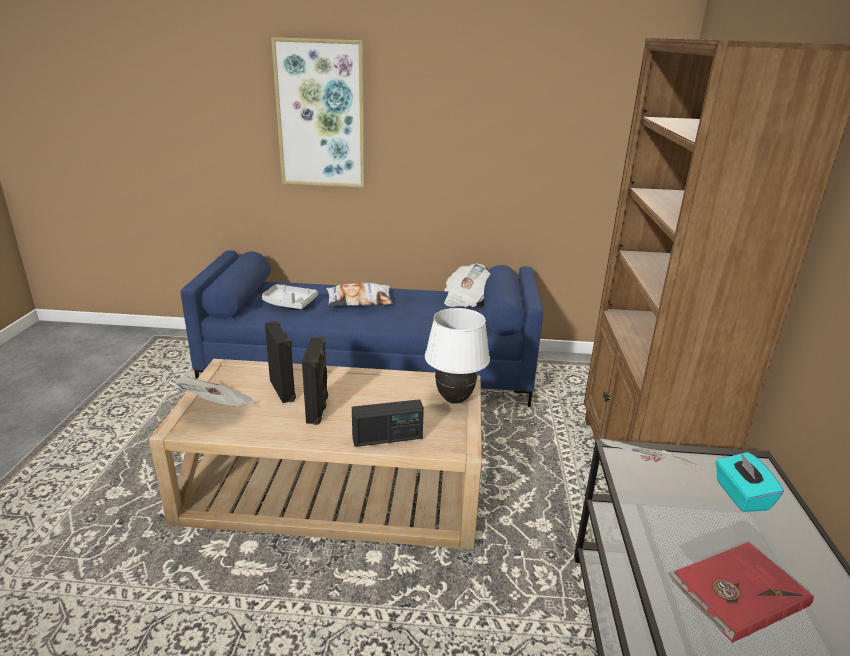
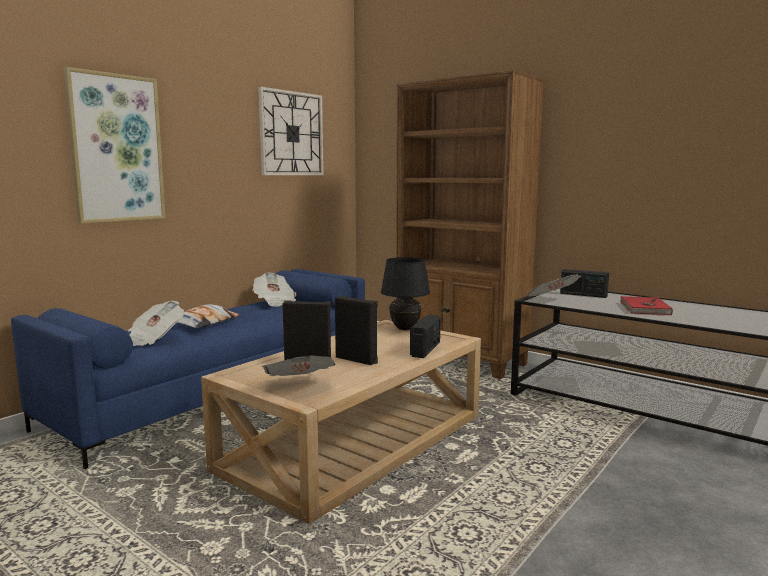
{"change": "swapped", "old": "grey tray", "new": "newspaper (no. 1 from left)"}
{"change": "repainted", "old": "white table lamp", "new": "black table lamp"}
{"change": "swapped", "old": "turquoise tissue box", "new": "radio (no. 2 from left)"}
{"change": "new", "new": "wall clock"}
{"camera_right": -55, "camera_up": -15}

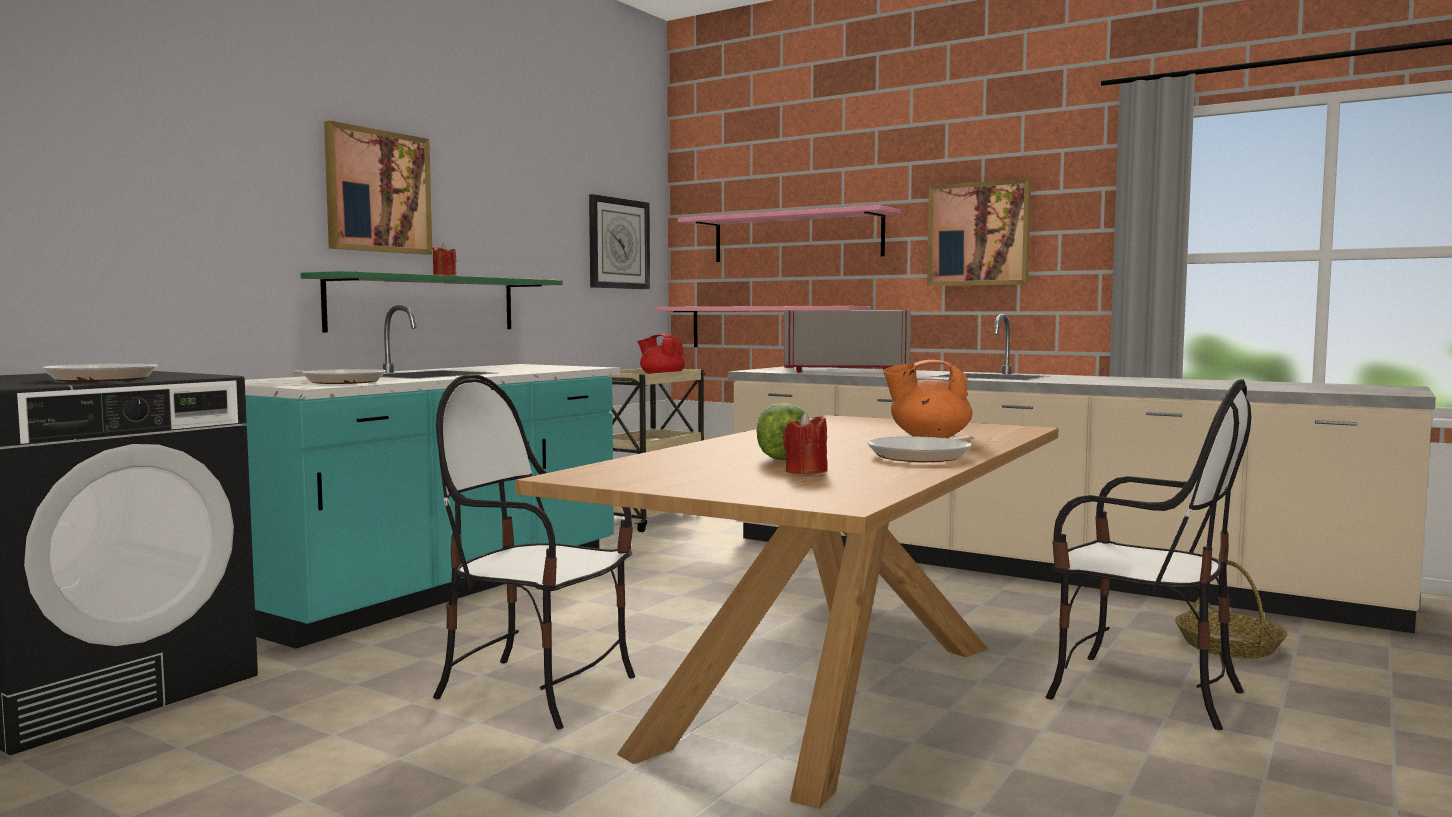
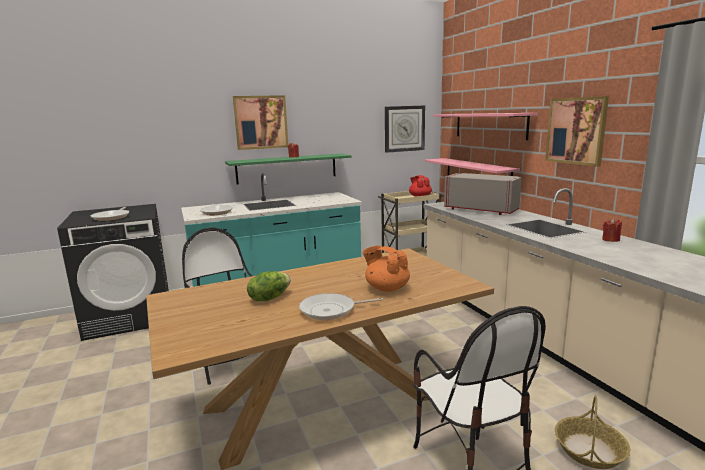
{"change": "shifted", "old": "red candle (no. 2 from left)"}
{"camera_right": 35, "camera_up": 10}

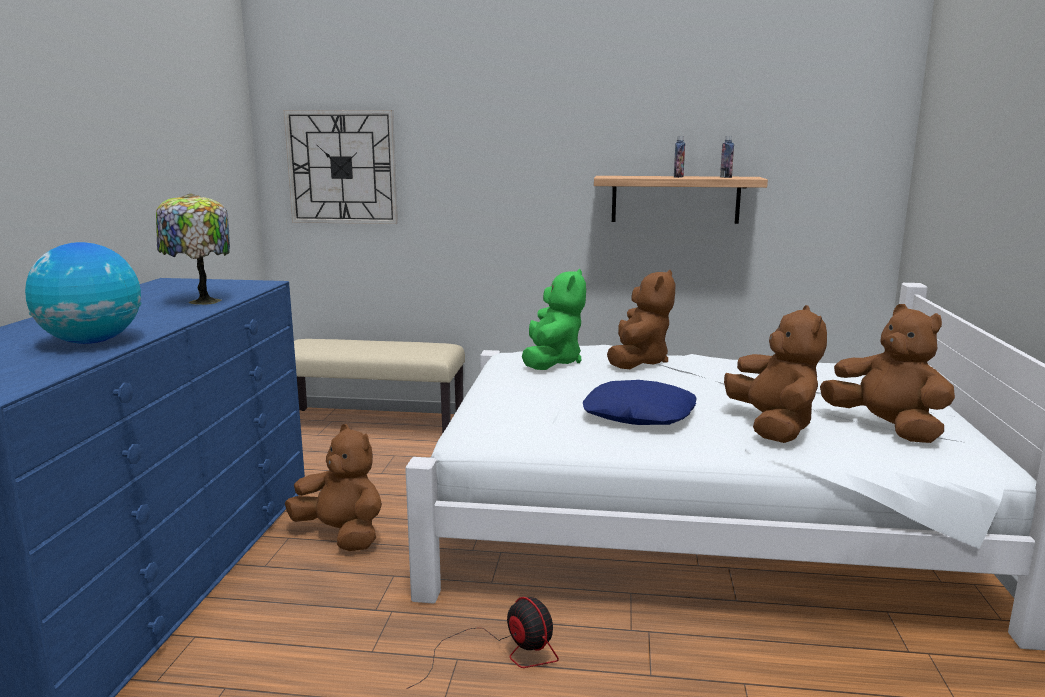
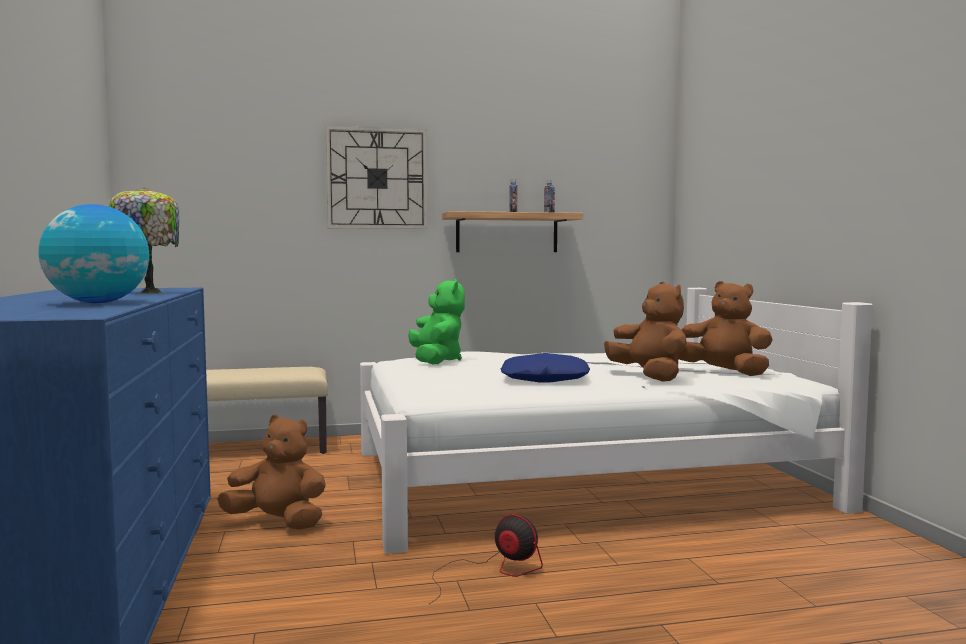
{"change": "shifted", "old": "wall clock"}
{"change": "gone", "old": "brown plush toy (no. 2 from left)"}
{"camera_right": -20, "camera_up": -10}

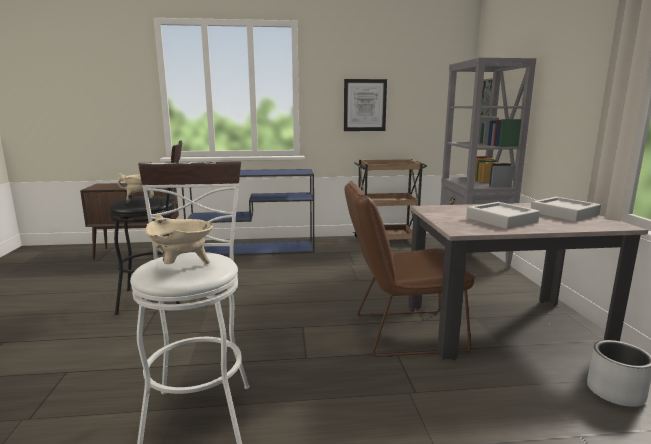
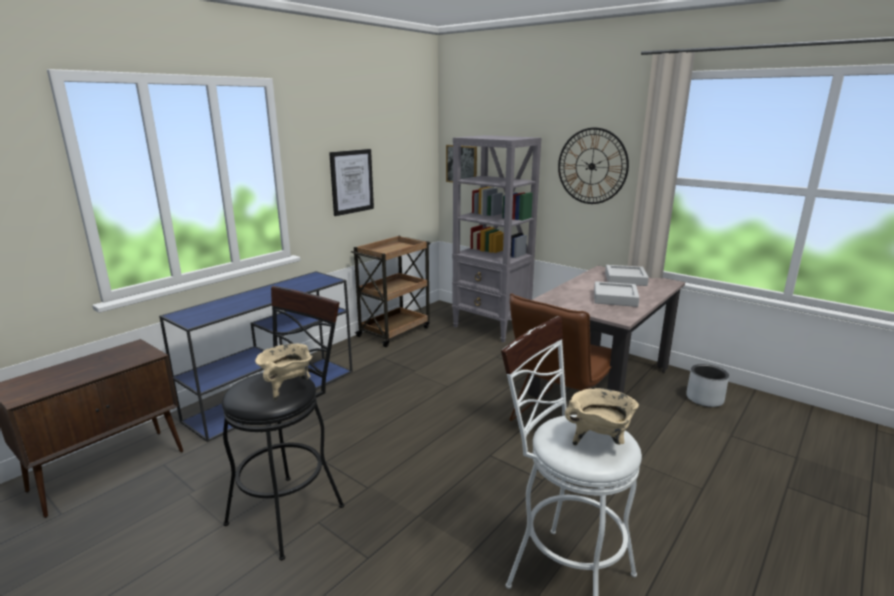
{"change": "new", "new": "wall clock"}
{"camera_right": -45, "camera_up": 5}

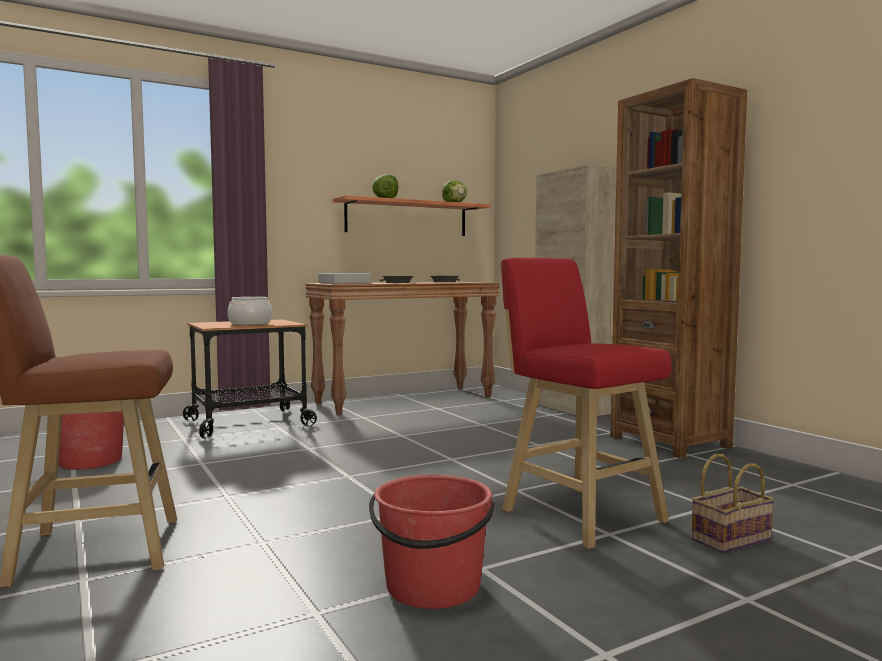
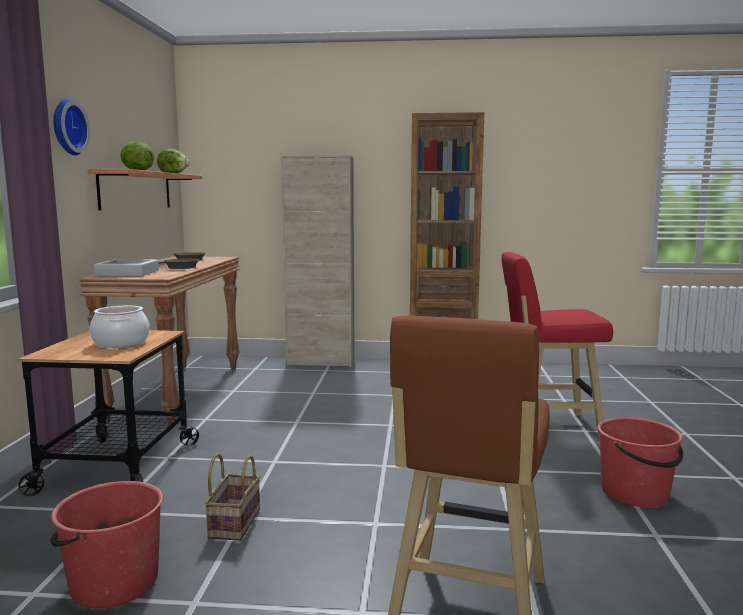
{"change": "shifted", "old": "basket"}
{"change": "new", "new": "wall clock"}
{"camera_right": -55, "camera_up": 5}

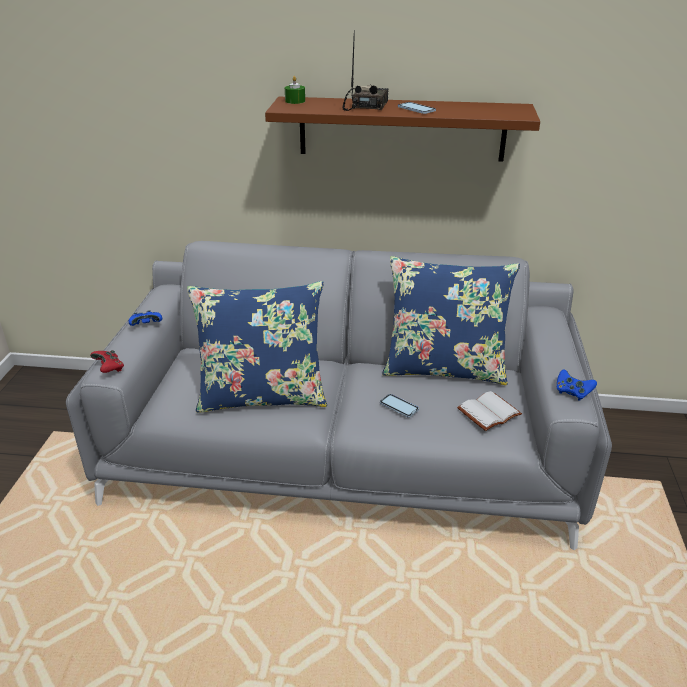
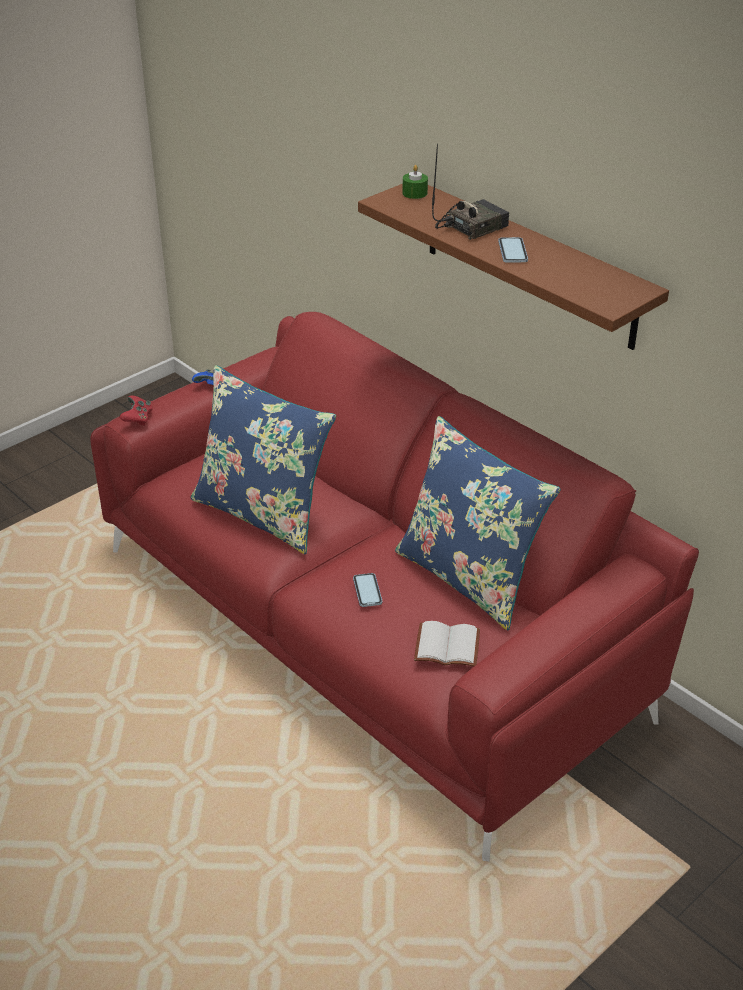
{"change": "repainted", "old": "grey sofa", "new": "red sofa"}
{"change": "gone", "old": "blue game controller (no. 2 from left)"}
{"camera_right": 40, "camera_up": 5}

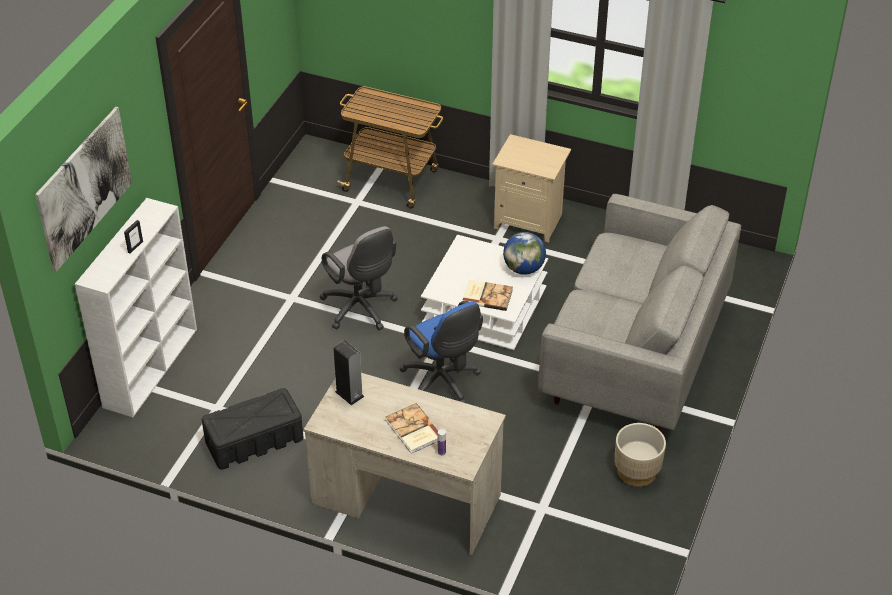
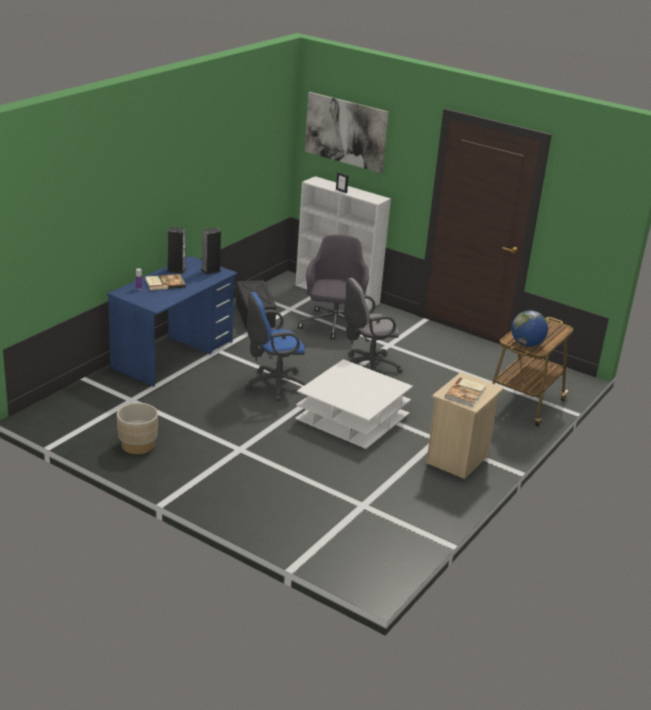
{"change": "repainted", "old": "beige desk", "new": "blue desk"}
{"change": "shifted", "old": "book (no. 2 from left)"}
{"change": "shifted", "old": "globe"}
{"change": "gone", "old": "grey sofa"}
{"change": "new", "new": "speaker (no. 1 from left)"}
{"change": "new", "new": "grey office chair (no. 1 from left)"}
{"camera_right": 100, "camera_up": -15}

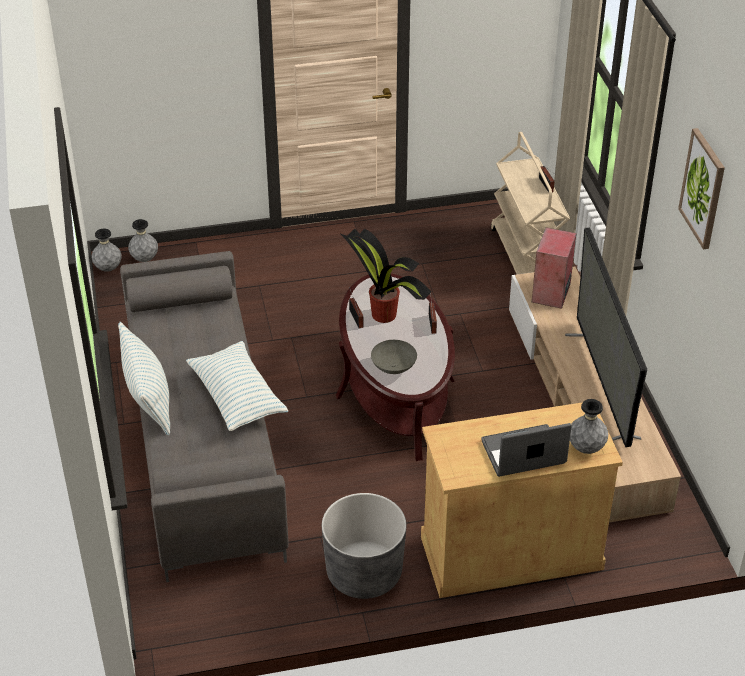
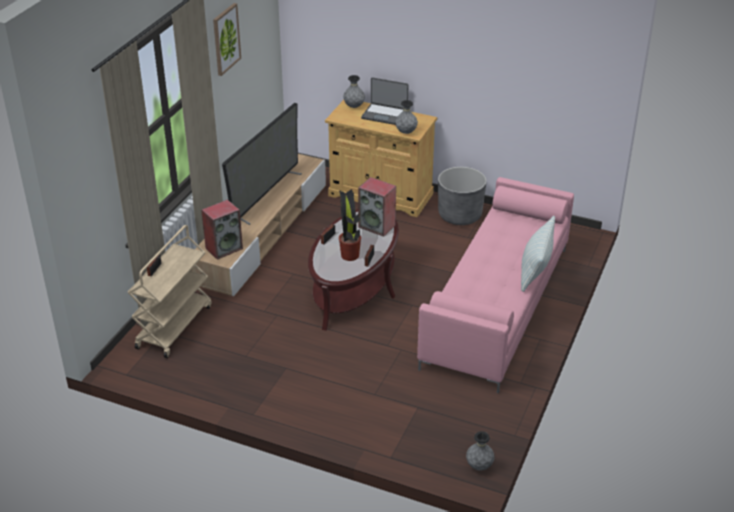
{"change": "repainted", "old": "grey sofa", "new": "pink sofa"}
{"change": "shifted", "old": "grey vase (no. 2 from left)"}
{"change": "gone", "old": "pillow (no. 2 from left)"}
{"change": "swapped", "old": "grey bowl", "new": "speaker (no. 2 from left)"}
{"camera_right": -145, "camera_up": -5}

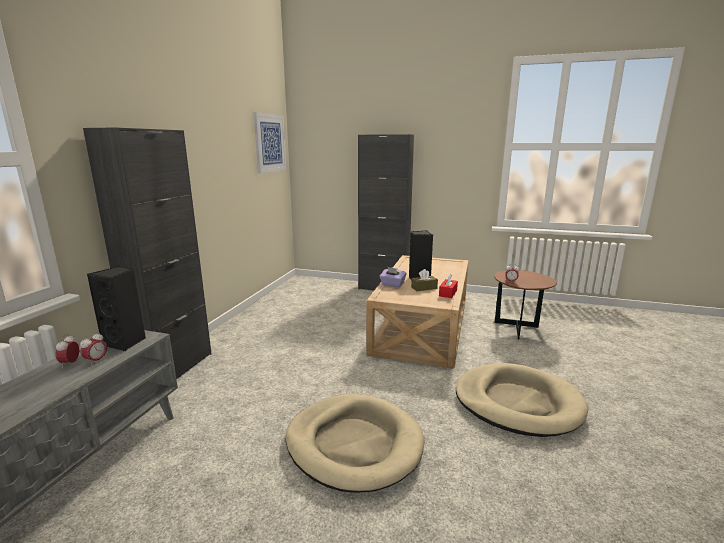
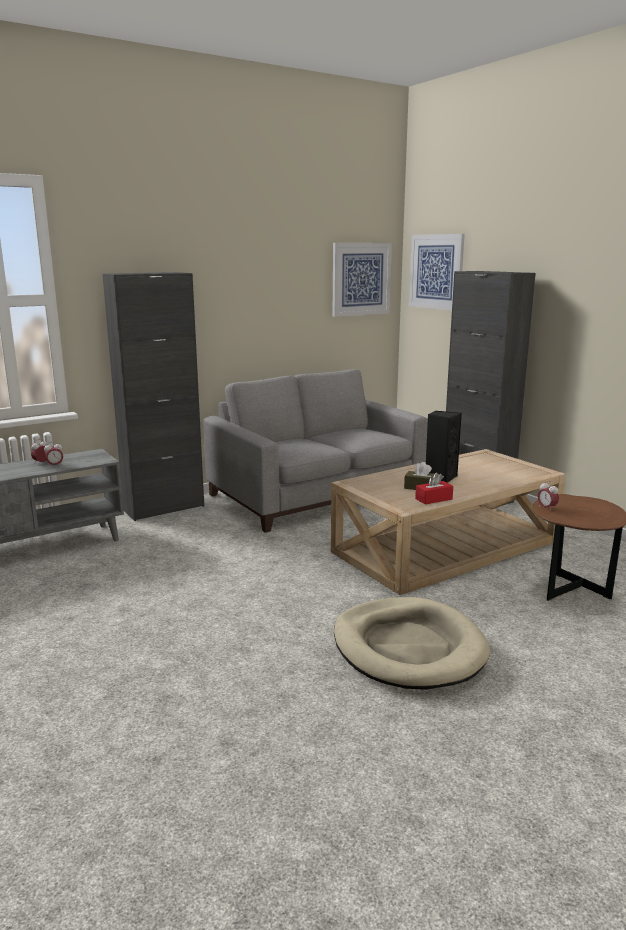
{"change": "gone", "old": "black speaker (no. 1 from left)"}
{"change": "gone", "old": "beige dog bed (no. 1 from left)"}
{"change": "gone", "old": "purple tissue box"}
{"change": "new", "new": "grey sofa"}
{"change": "new", "new": "picture (no. 2 from left)"}
{"camera_right": 40, "camera_up": 0}

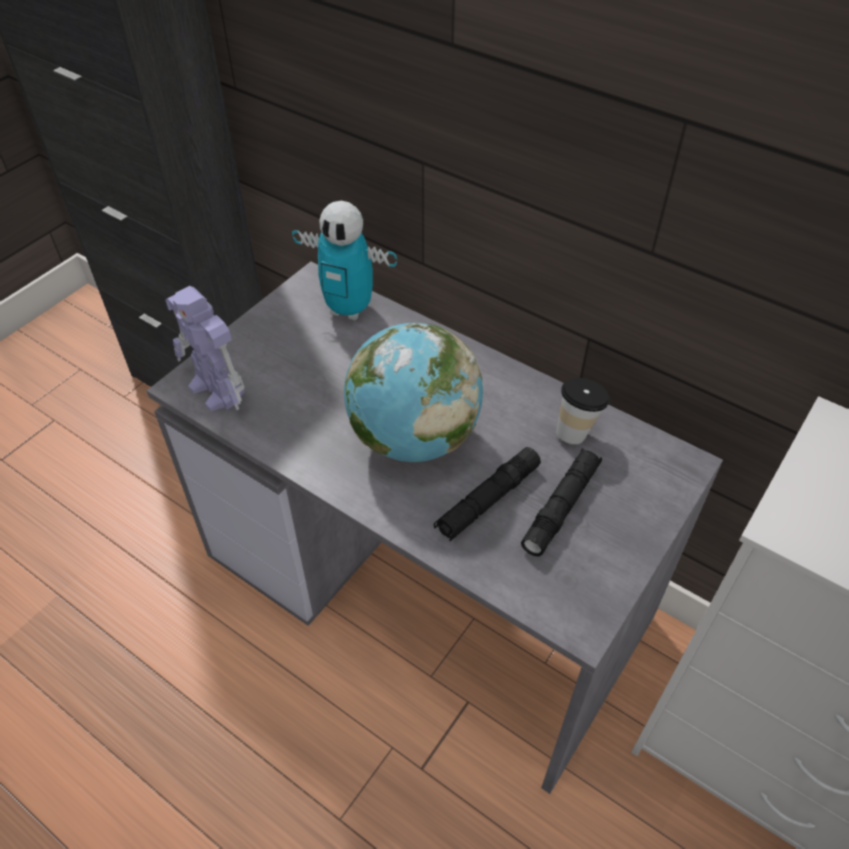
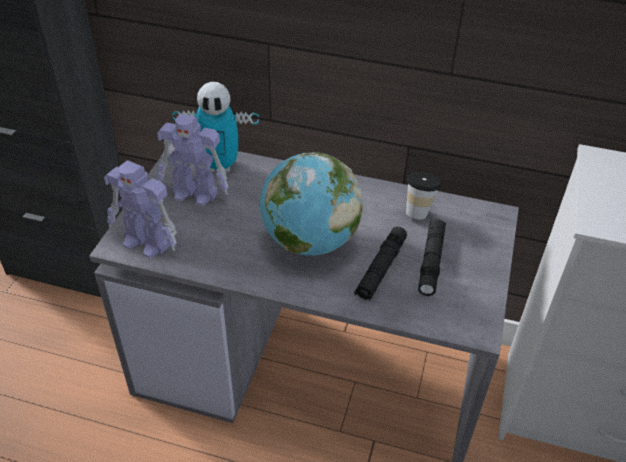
{"change": "new", "new": "toy robot (no. 2 from left)"}
{"camera_right": -20, "camera_up": -5}

